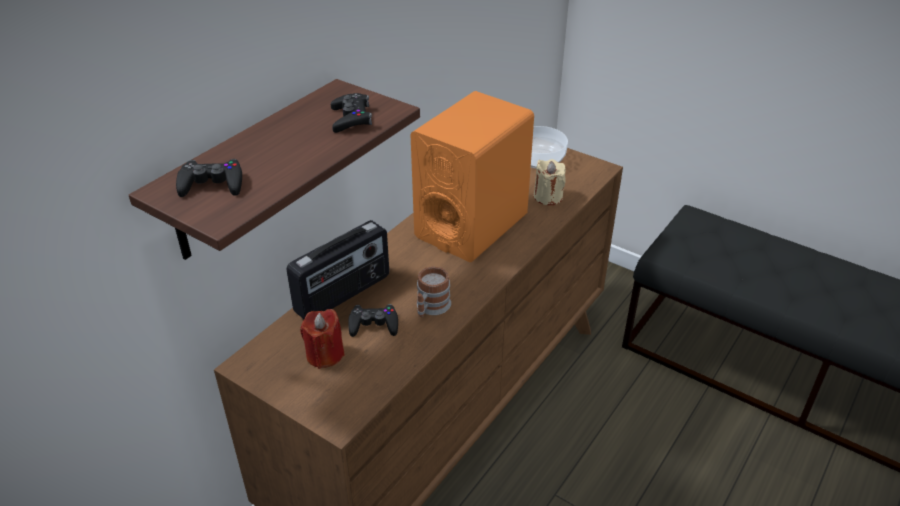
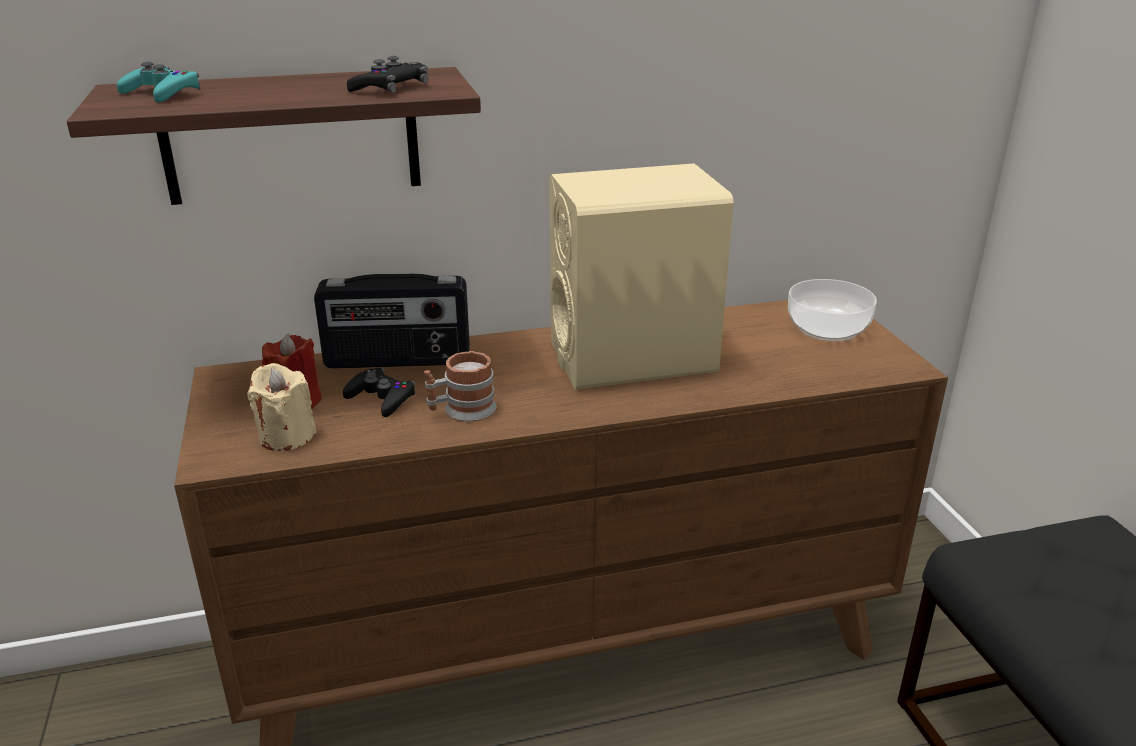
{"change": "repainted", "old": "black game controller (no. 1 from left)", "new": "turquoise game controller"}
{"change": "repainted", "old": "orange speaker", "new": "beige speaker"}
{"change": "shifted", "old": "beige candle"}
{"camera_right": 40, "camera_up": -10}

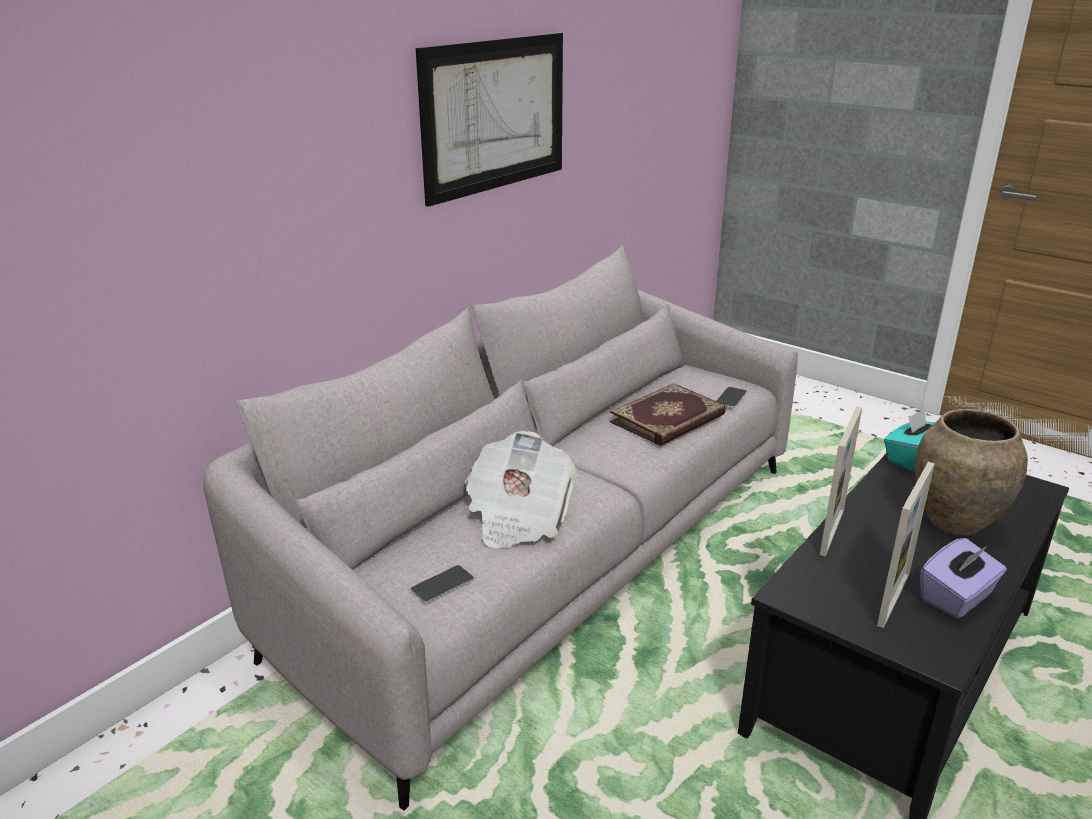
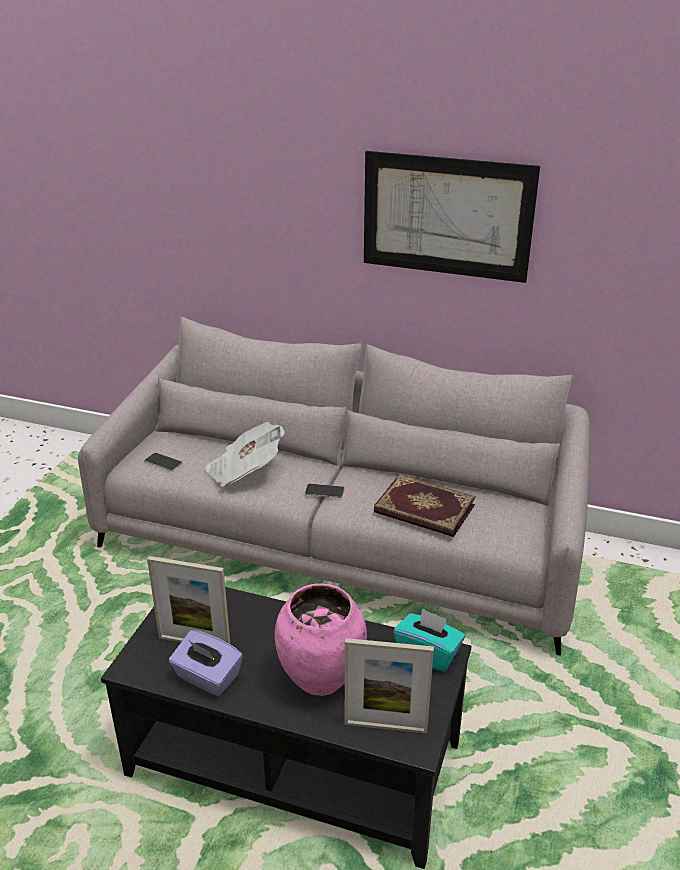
{"change": "shifted", "old": "phone (no. 2 from left)"}
{"change": "shifted", "old": "picture frame (no. 1 from left in the first image)", "new": "picture frame (no. 2 from left)"}
{"change": "repainted", "old": "brown vase", "new": "pink vase"}
{"camera_right": 70, "camera_up": 5}

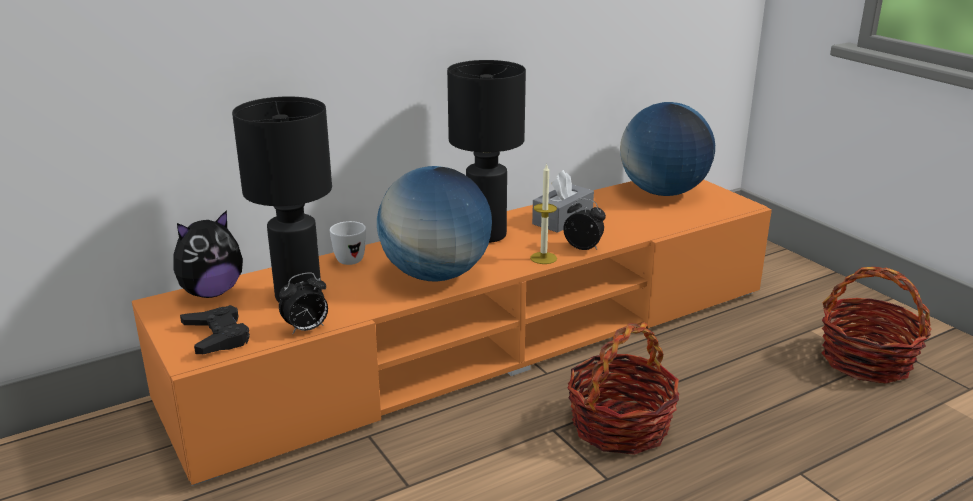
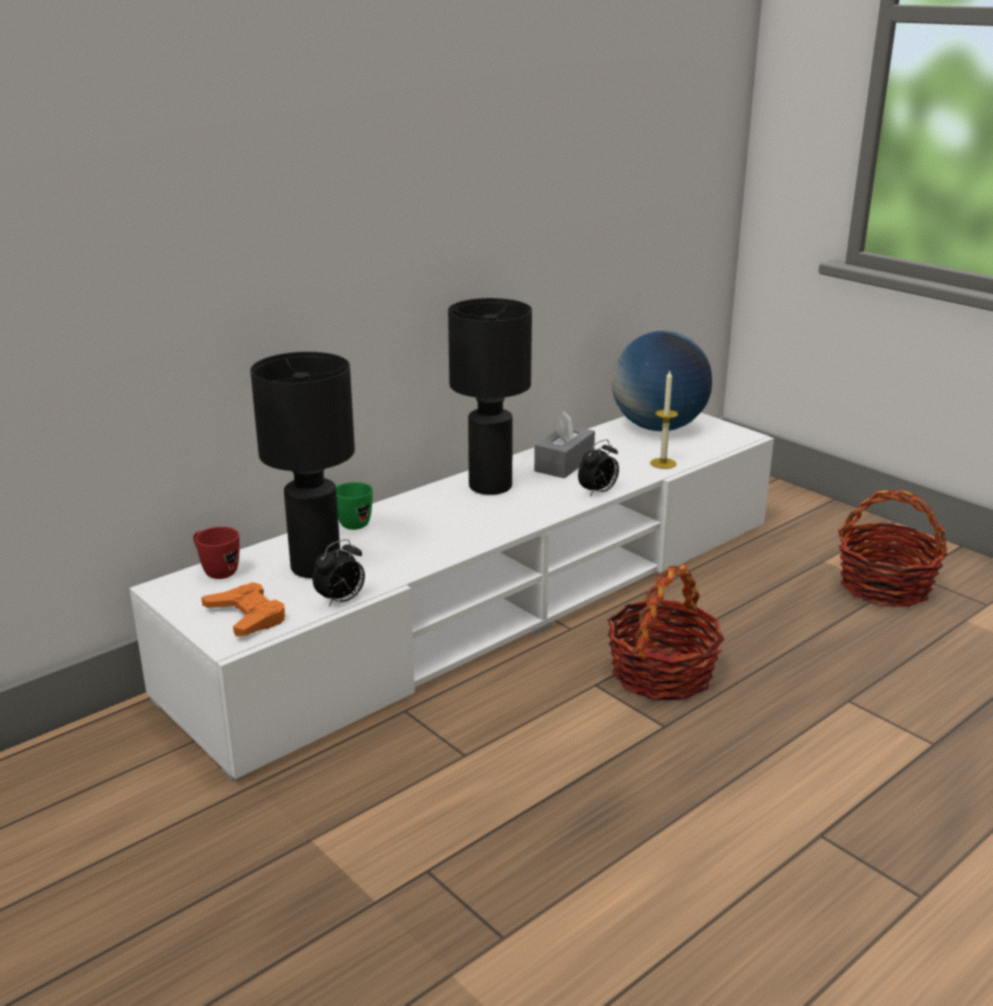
{"change": "repainted", "old": "orange tv stand", "new": "white tv stand"}
{"change": "swapped", "old": "plush toy", "new": "red mug"}
{"change": "repainted", "old": "black game controller", "new": "orange game controller"}
{"change": "repainted", "old": "white mug", "new": "green mug"}
{"change": "gone", "old": "globe (no. 1 from left)"}
{"change": "shifted", "old": "candle"}
{"change": "rotated", "old": "alarm clock (no. 2 from left)", "degrees": 120}
{"camera_right": -10, "camera_up": 0}

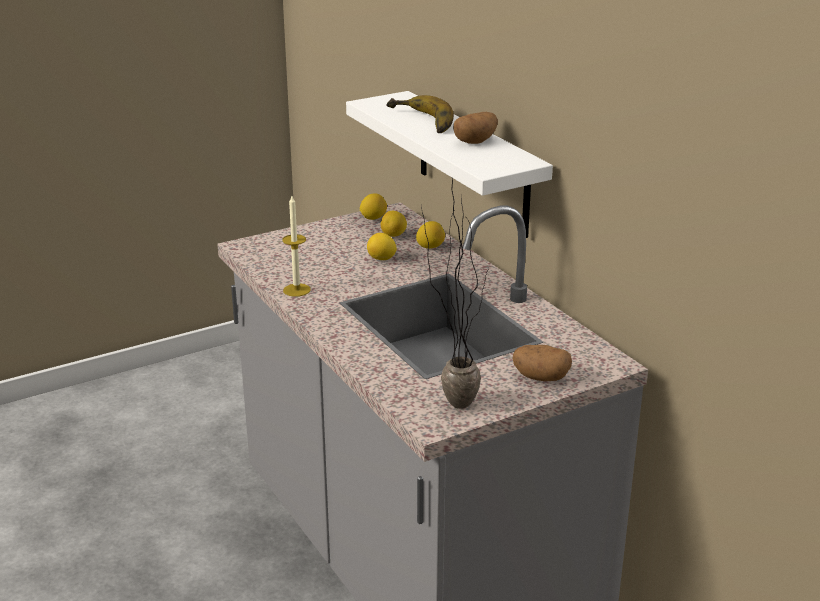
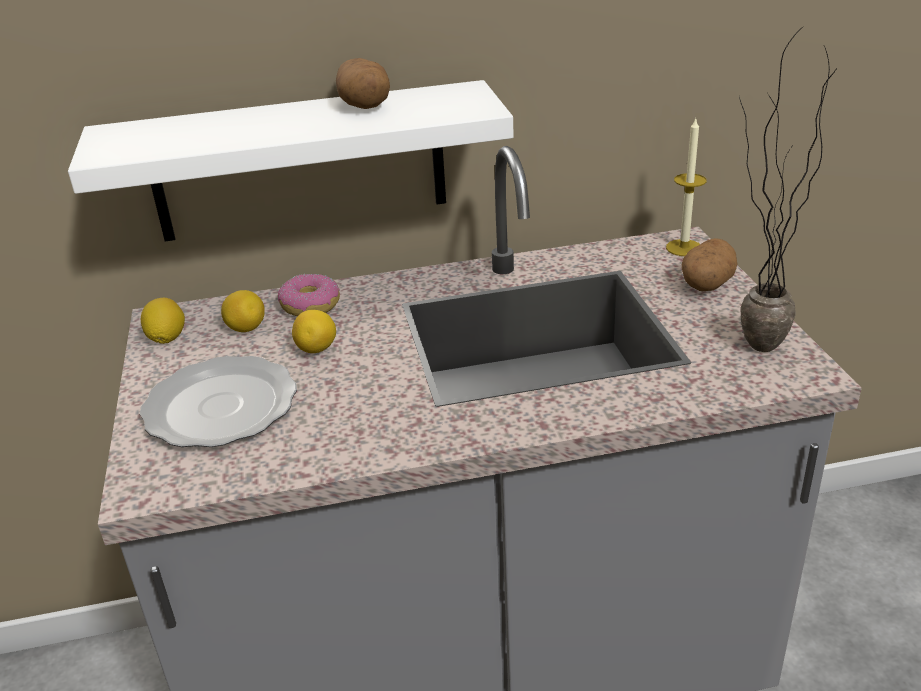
{"change": "shifted", "old": "candle"}
{"change": "gone", "old": "banana"}
{"change": "swapped", "old": "lemon (no. 4 from left)", "new": "donut"}
{"change": "new", "new": "plate"}
{"camera_right": -70, "camera_up": 5}

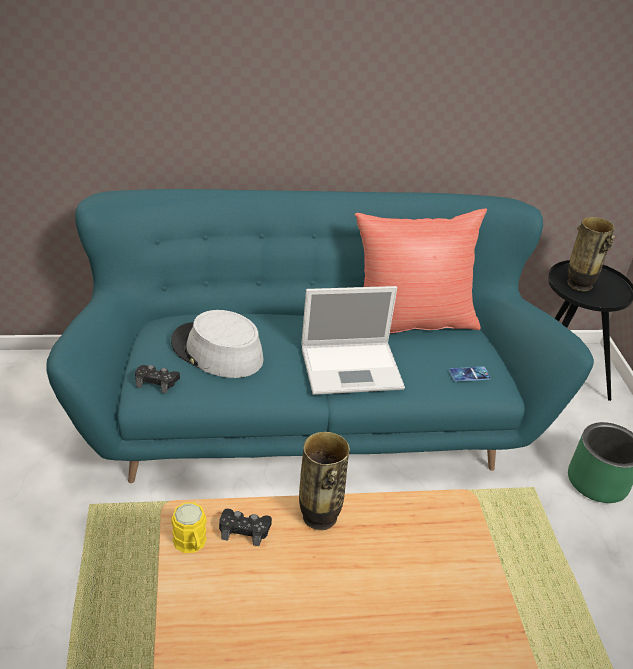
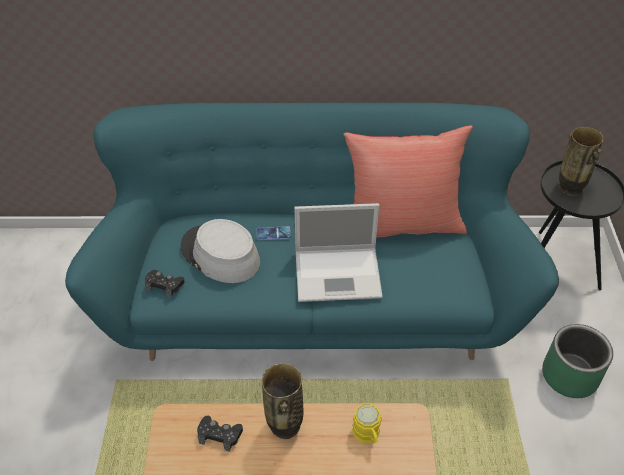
{"change": "shifted", "old": "yellow mug"}
{"change": "shifted", "old": "phone"}
{"camera_right": 10, "camera_up": 10}

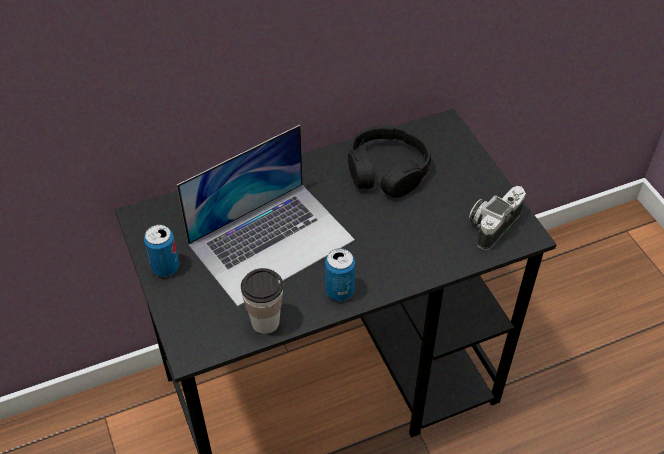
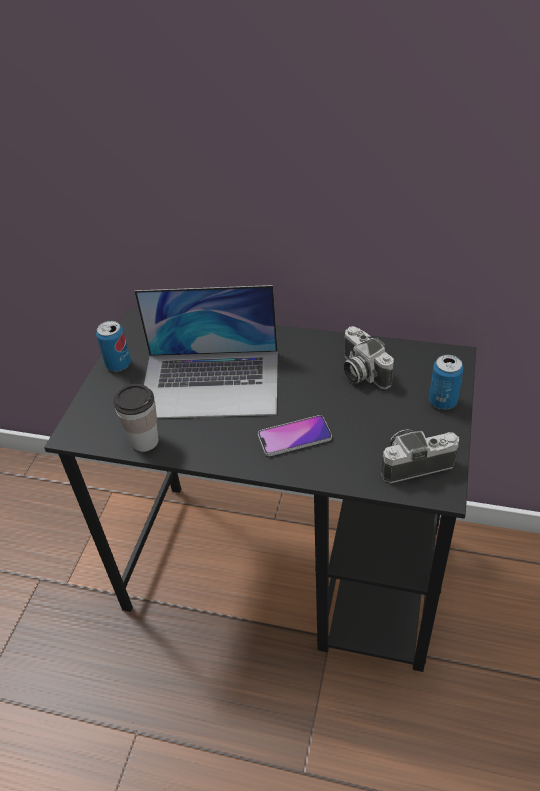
{"change": "shifted", "old": "can (no. 2 from left)"}
{"change": "swapped", "old": "black headphones", "new": "photo camera (no. 1 from left)"}
{"change": "new", "new": "phone"}
{"camera_right": 40, "camera_up": -5}

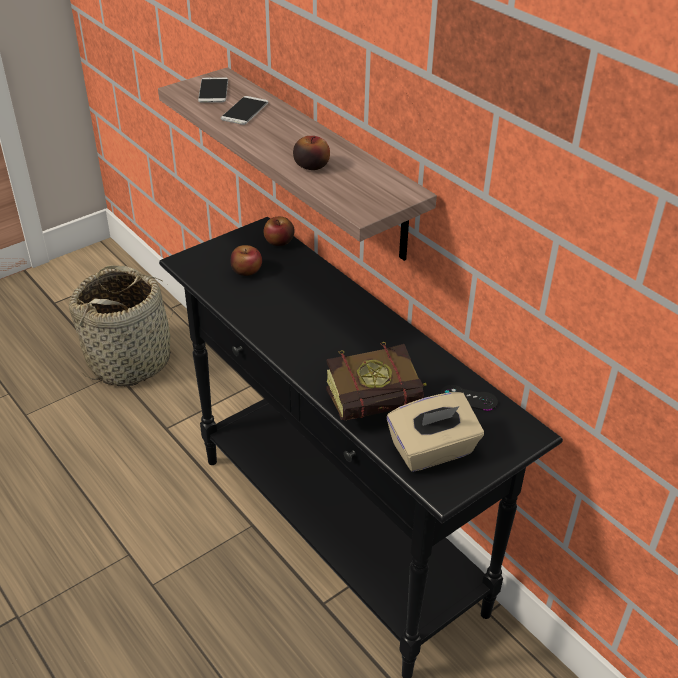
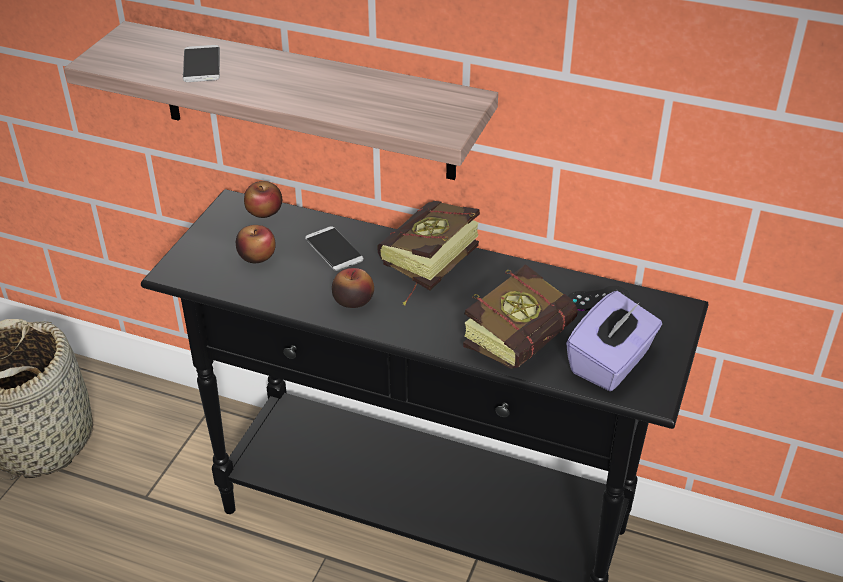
{"change": "shifted", "old": "phone (no. 1 from left in the first image)", "new": "phone (no. 2 from left)"}
{"change": "shifted", "old": "apple (no. 3 from left)"}
{"change": "repainted", "old": "beige tissue box", "new": "purple tissue box"}
{"change": "new", "new": "book (no. 1 from left)"}
{"camera_right": -30, "camera_up": 0}

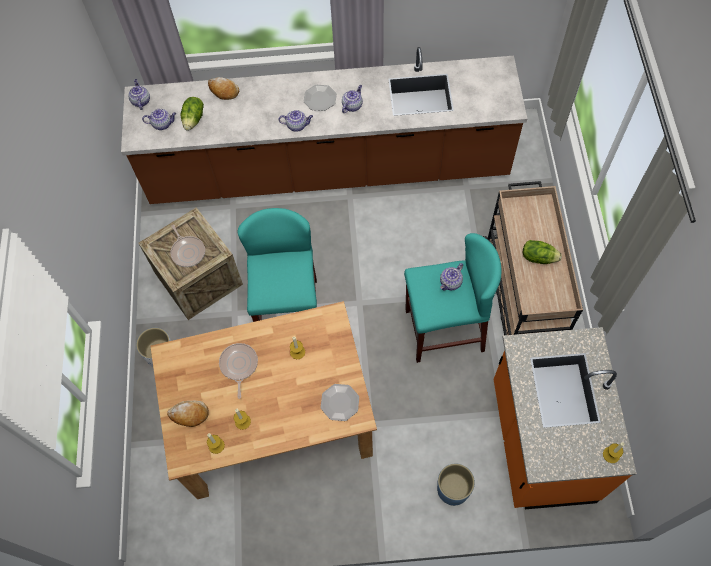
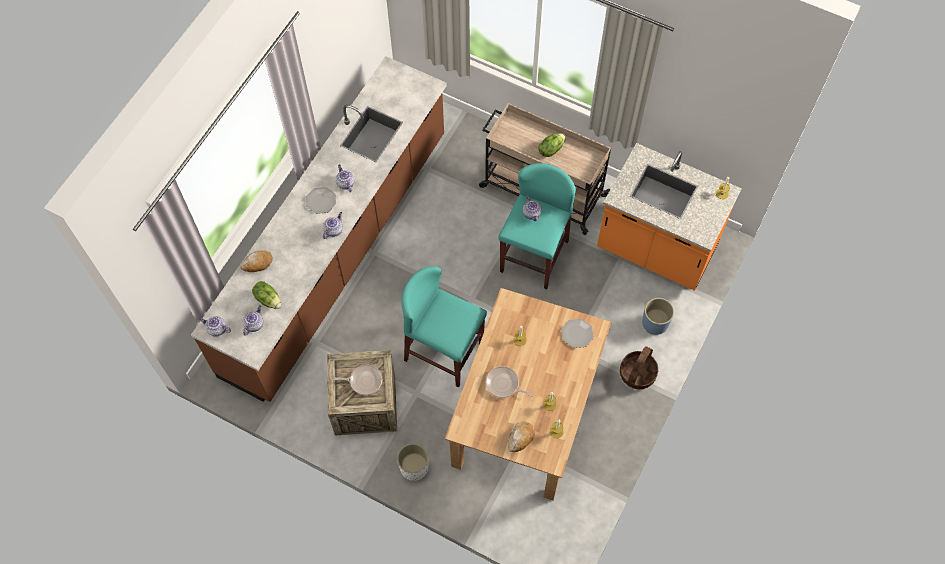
{"change": "new", "new": "basket"}
{"camera_right": -60, "camera_up": 0}

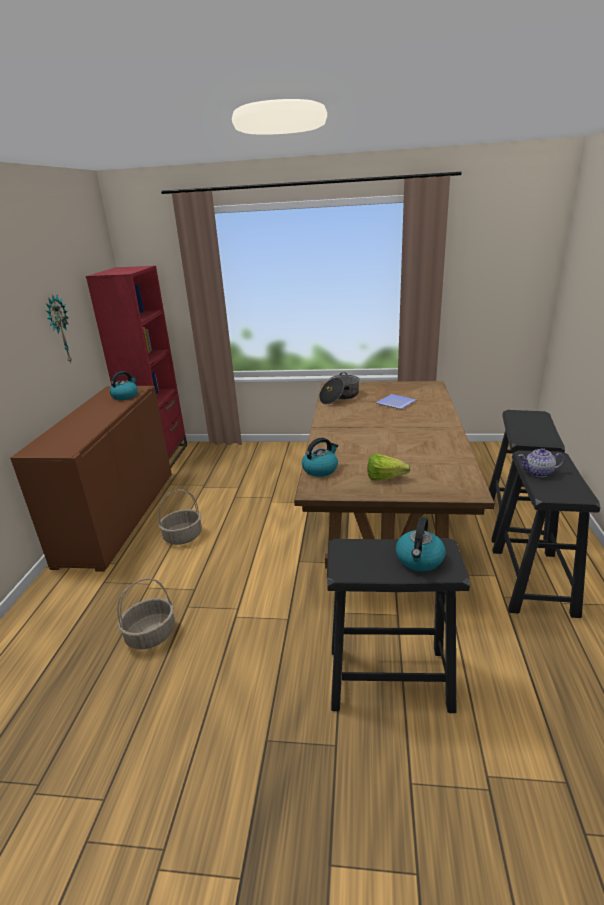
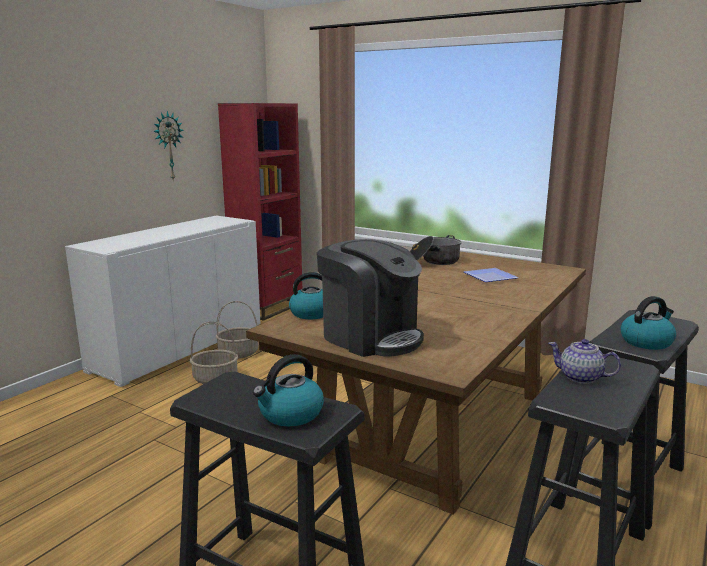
{"change": "repainted", "old": "brown cabinet", "new": "white cabinet"}
{"change": "shifted", "old": "kettle (no. 1 from left in the first image)", "new": "kettle (no. 3 from left)"}
{"change": "shifted", "old": "basket (no. 1 from left in the first image)", "new": "basket (no. 2 from left)"}
{"change": "swapped", "old": "lettuce", "new": "coffee machine"}
{"camera_right": 25, "camera_up": -10}

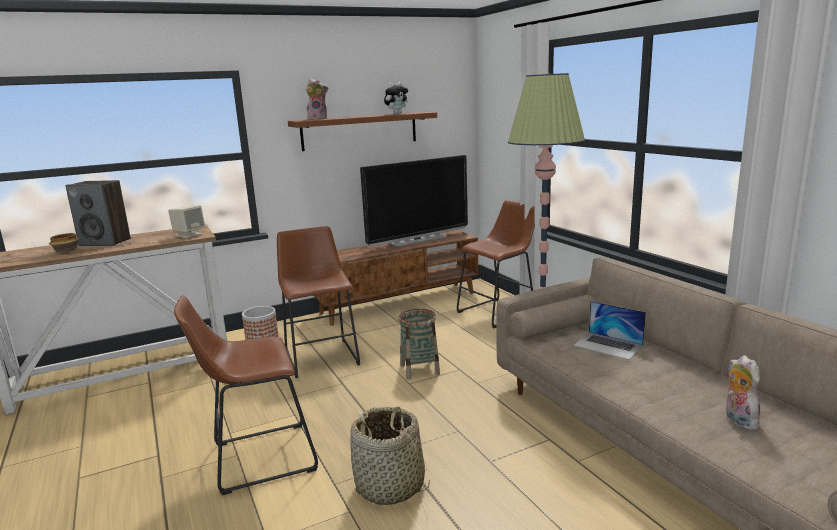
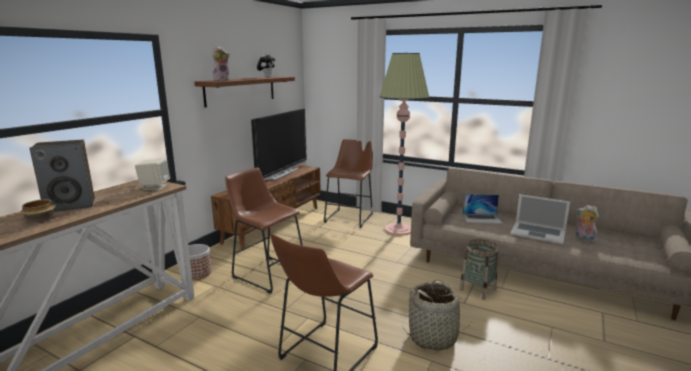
{"change": "shifted", "old": "basket (no. 2 from left)"}
{"change": "new", "new": "laptop (no. 2 from left)"}
{"camera_right": -35, "camera_up": 0}

